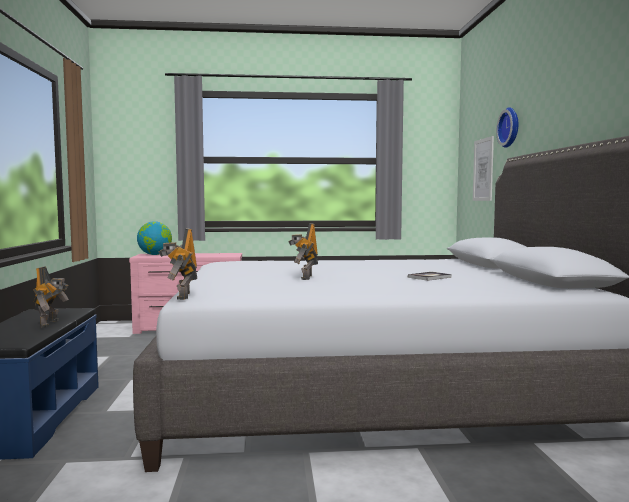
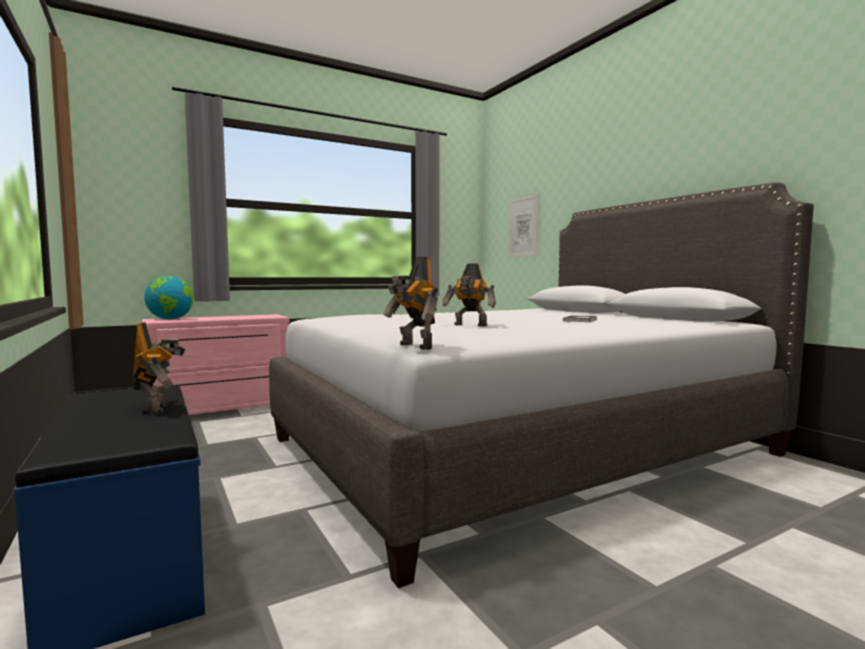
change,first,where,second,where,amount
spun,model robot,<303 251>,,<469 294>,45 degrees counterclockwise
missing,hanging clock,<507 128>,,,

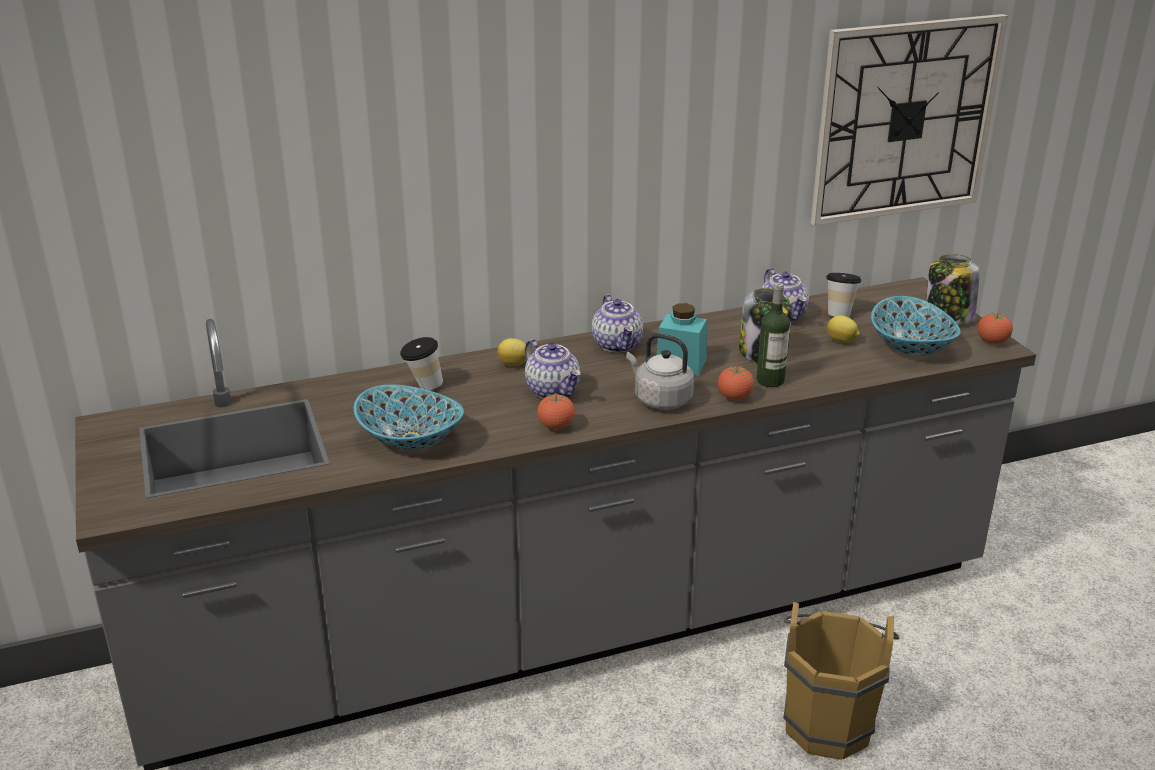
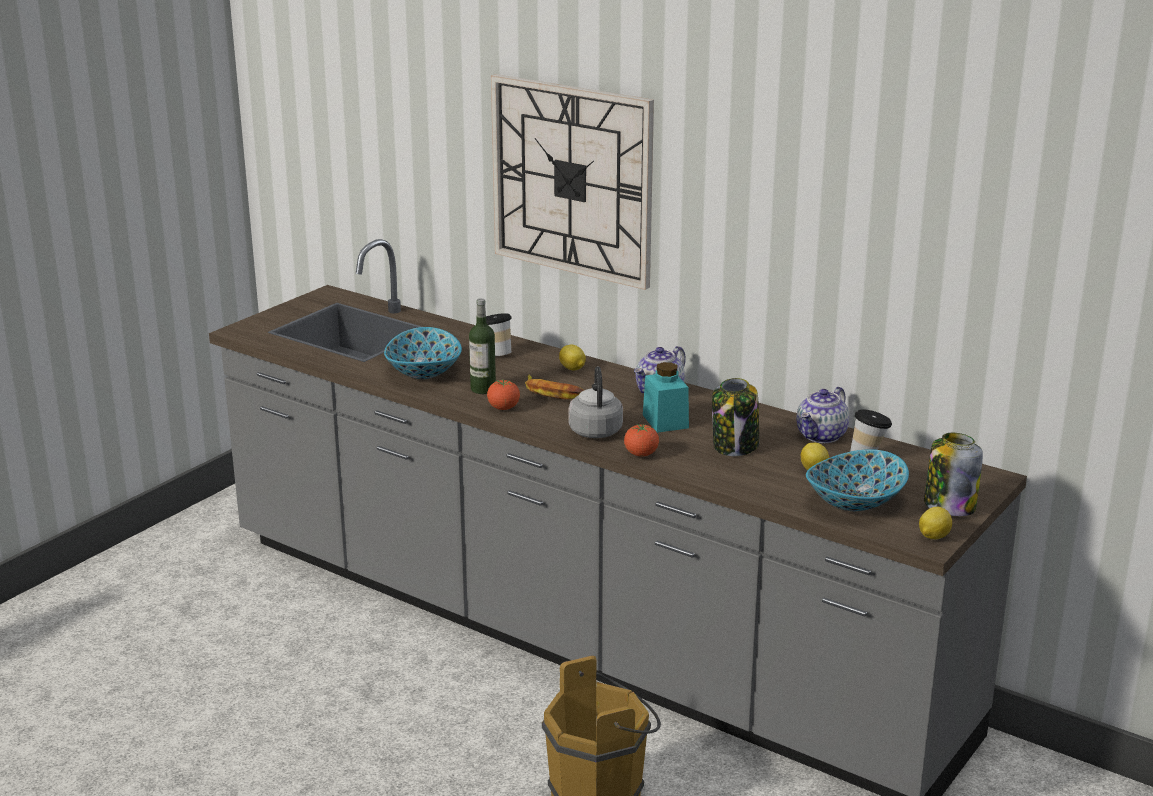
change,first,where,second,where,amount
exchanged,tea pot,<553 369>,whole banana,<554 387>,
relocated,beverage bottle,<773 334>,,<482 346>,
relocated,hanging clock,<909 120>,,<572 182>,
exchanged,fresh tomato,<995 328>,citrus fruit,<935 523>,

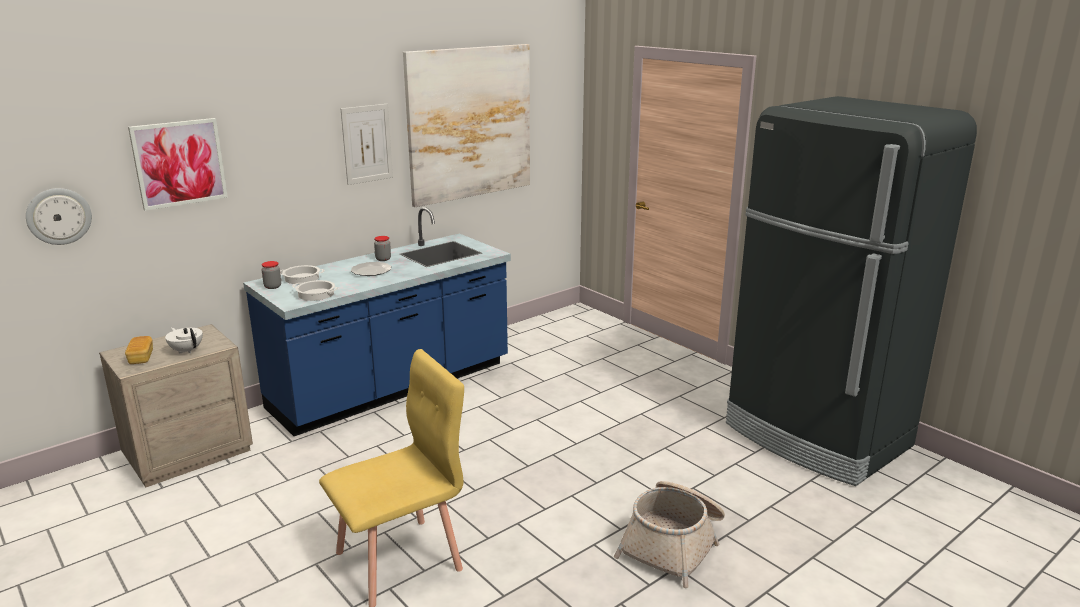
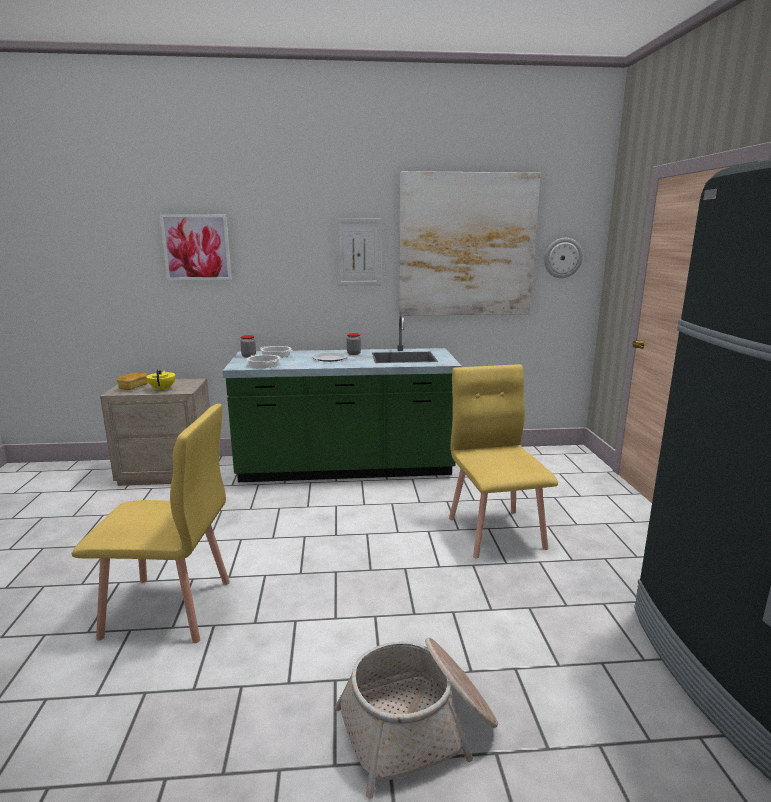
change,first,where,second,where,amount
relocated,hanging clock,<59 216>,,<563 258>,
colour,white tea pot,<184 340>,yellow tea pot,<161 380>,
colour,blue kitchen counter,<377 321>,green-coloured kitchen counter,<342 398>,
appeared,,,yellow chair,<503 461>,

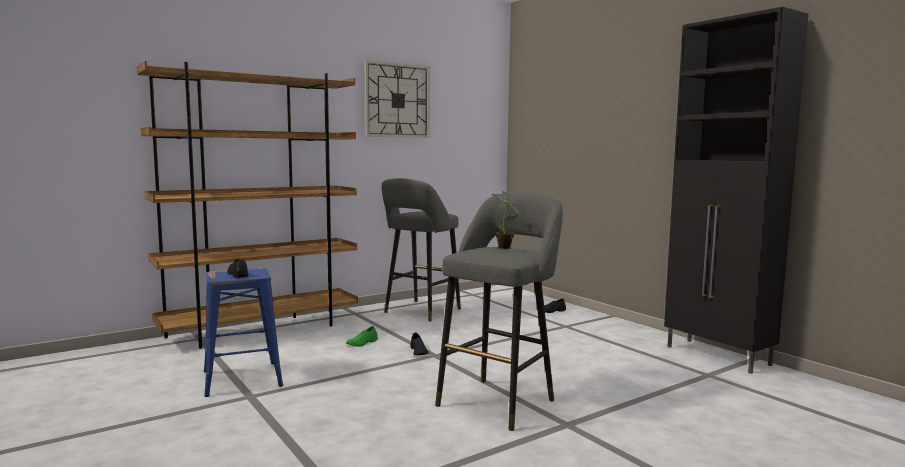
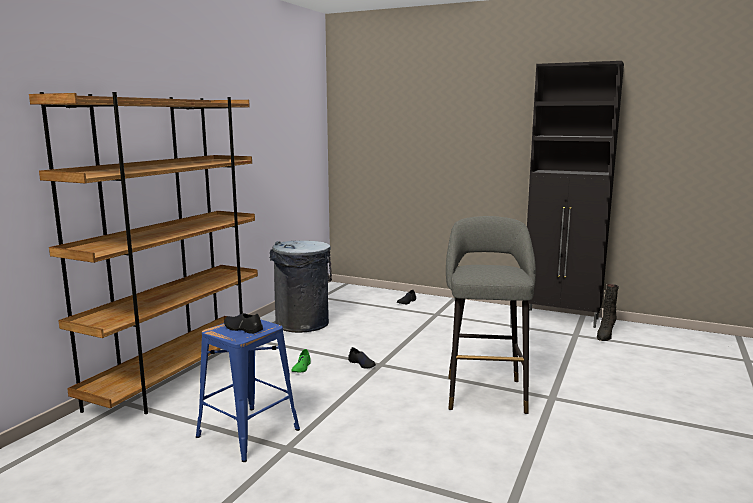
change,first,where,second,where,amount
missing,hanging clock,<397 99>,,,
exchanged,greyish sitting stool,<421 249>,greyish rubbish bin,<301 286>,
missing,potted plant,<506 220>,,,
appeared,,,black-coloured tall boot,<608 312>,

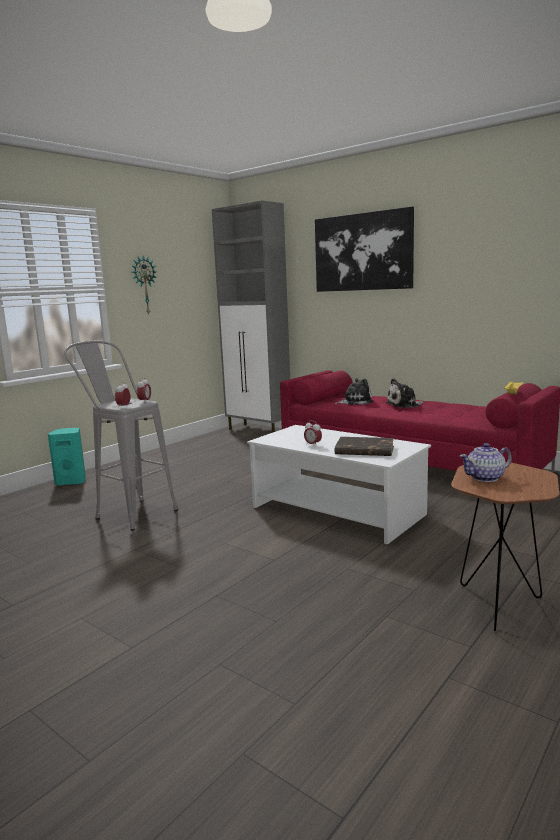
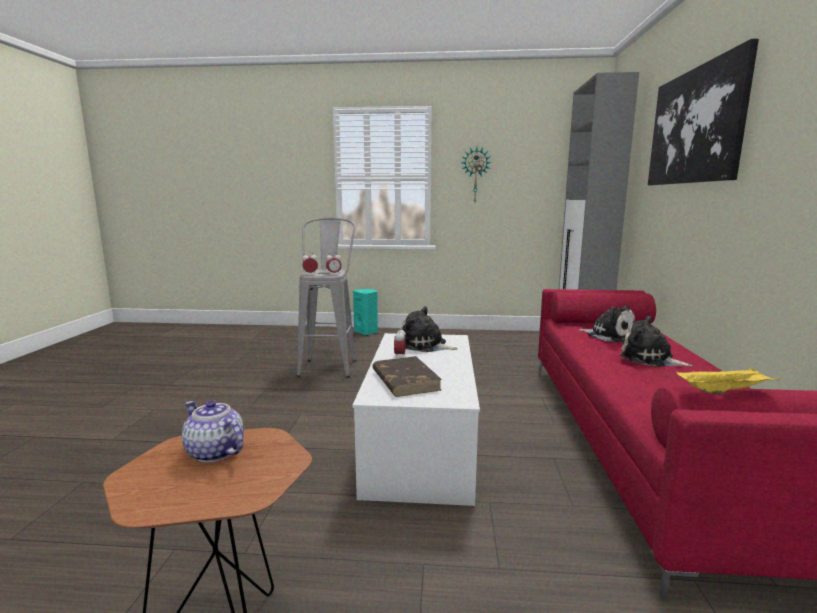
change,first,where,second,where,amount
appeared,,,soft toy,<429 329>,

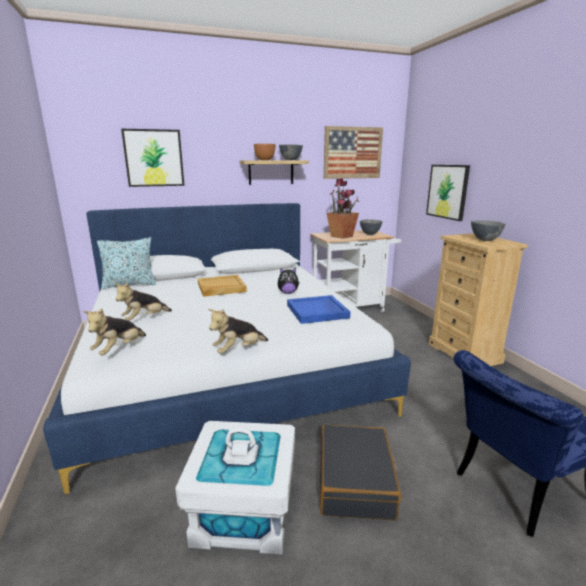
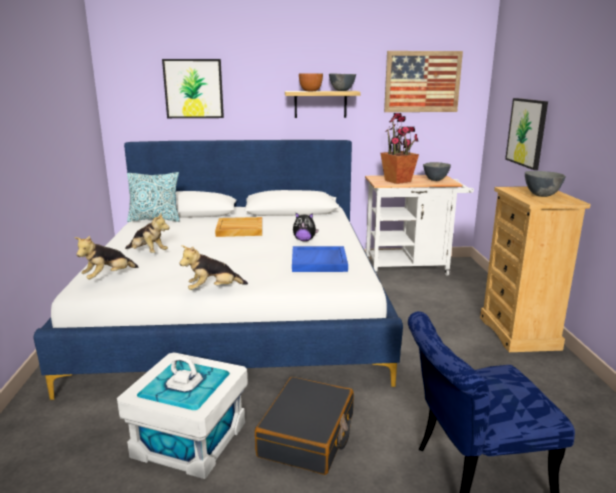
change,first,where,second,where,amount
spun,soft toy,<143 302>,,<147 232>,120 degrees counterclockwise

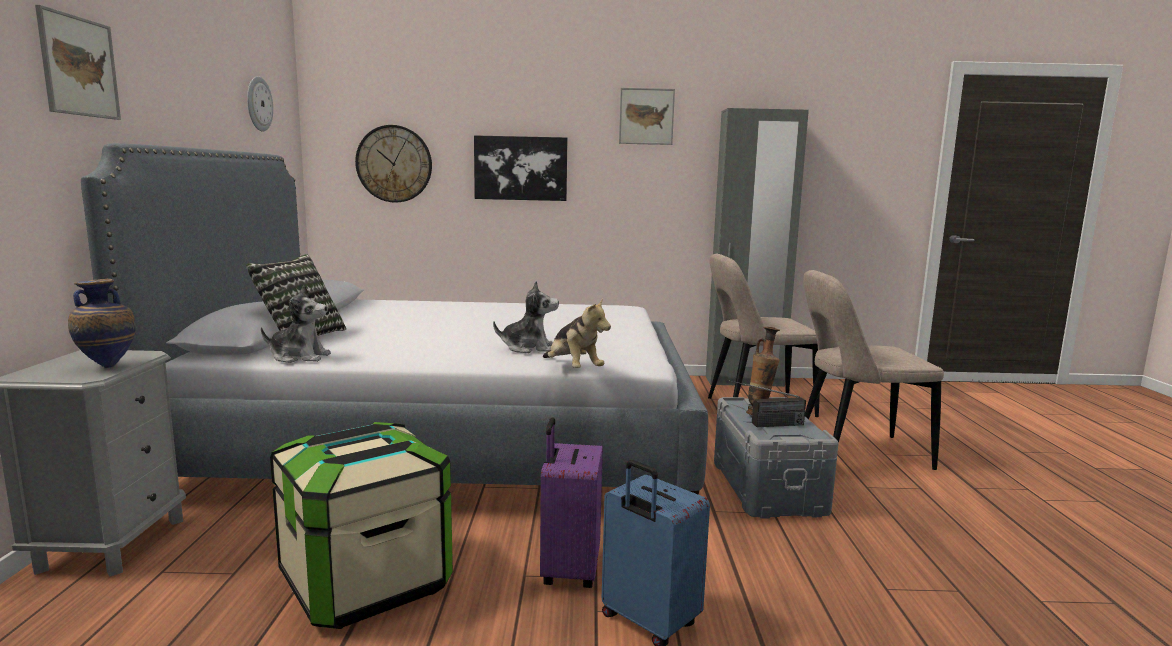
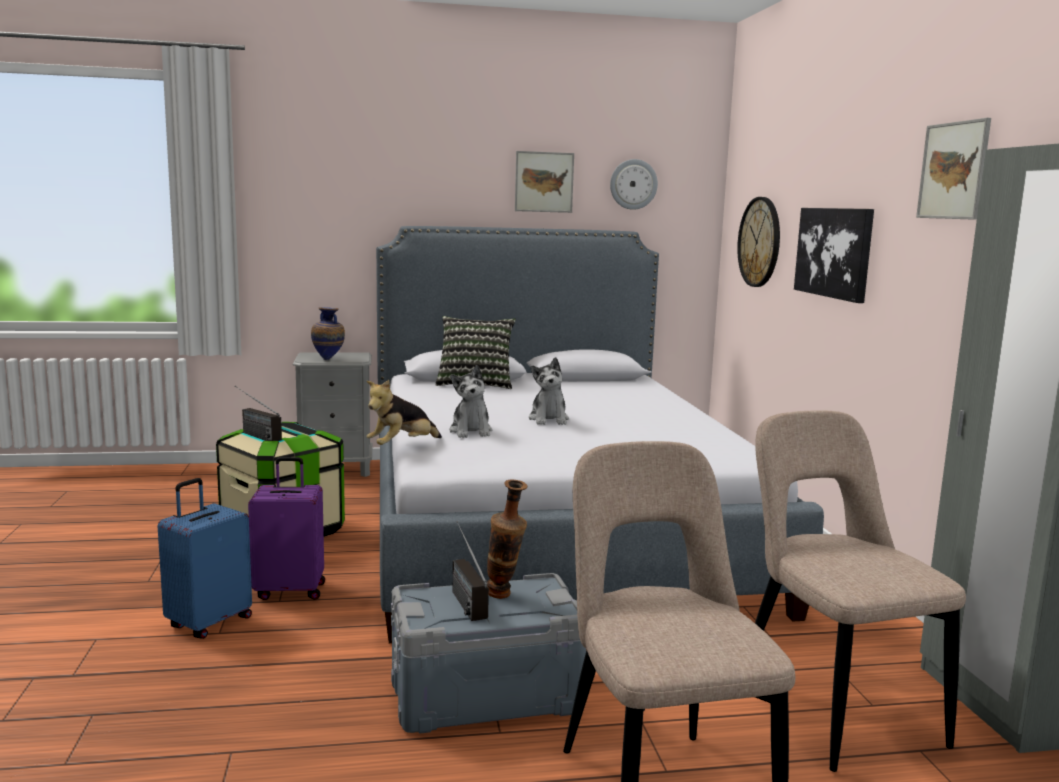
change,first,where,second,where,amount
relocated,wall art,<78 62>,,<544 182>,
relocated,soft toy,<296 324>,,<549 391>,
appeared,,,radio,<258 413>,

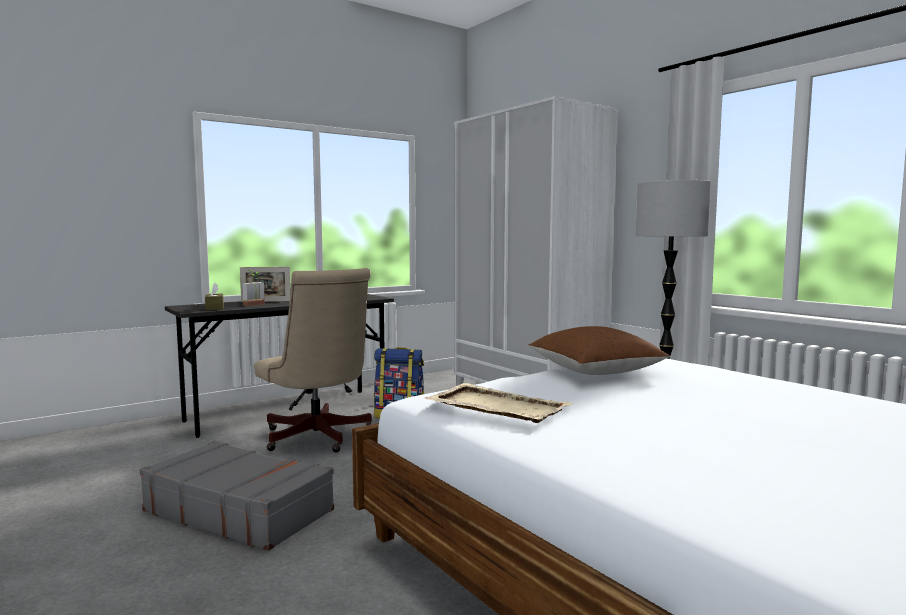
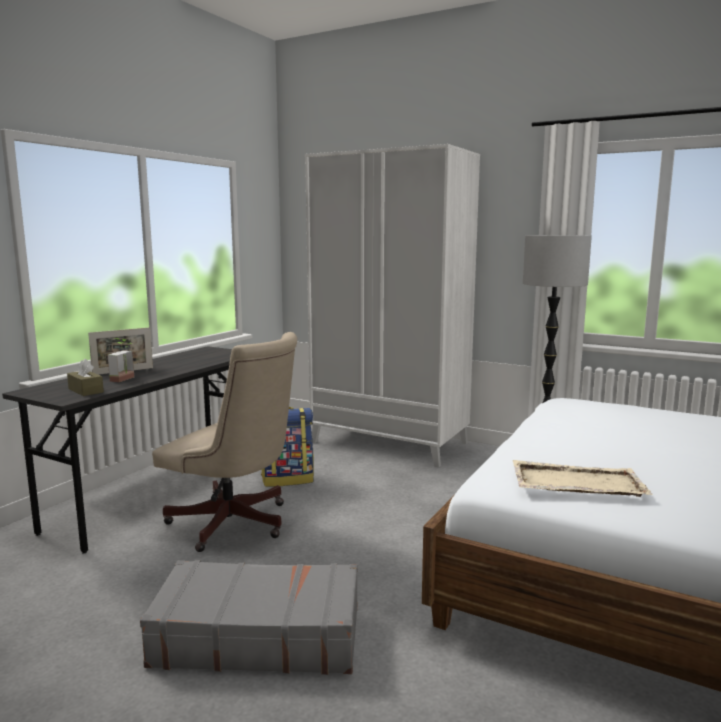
change,first,where,second,where,amount
missing,brownish pillow,<599 350>,,,

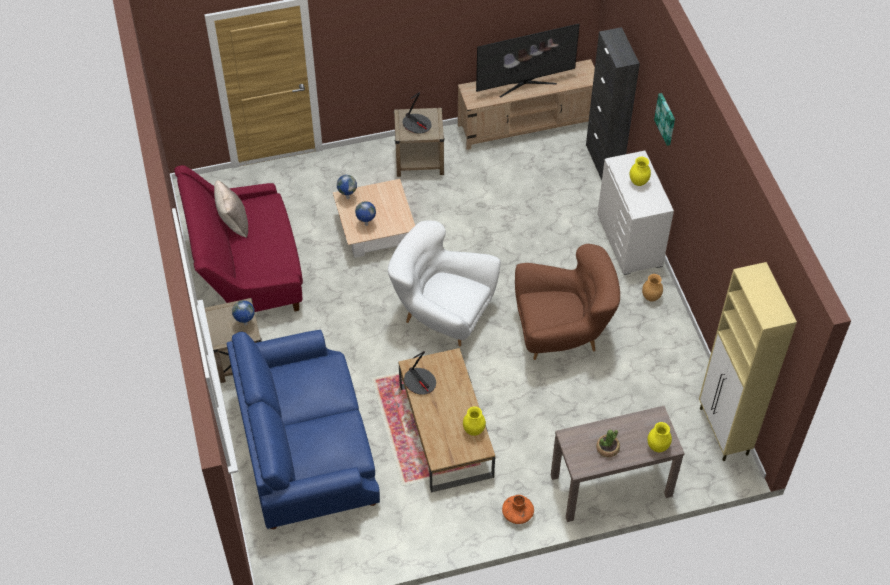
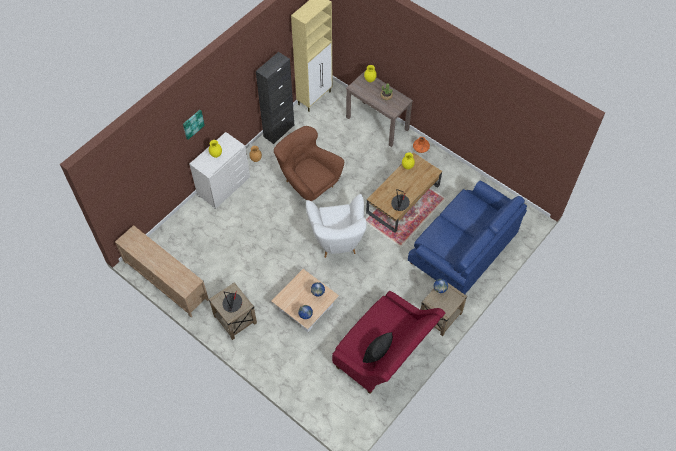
change,first,where,second,where,amount
colour,beige pillow,<231 209>,black-coloured pillow,<378 347>,
missing,TV,<528 61>,,,
relocated,black-coloured storage cabinet,<613 104>,,<275 98>,

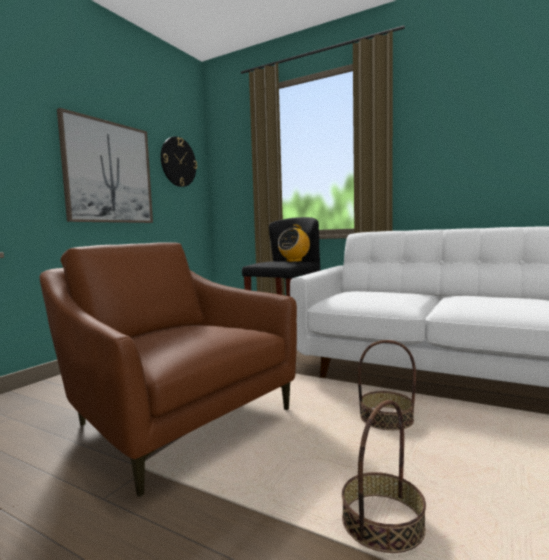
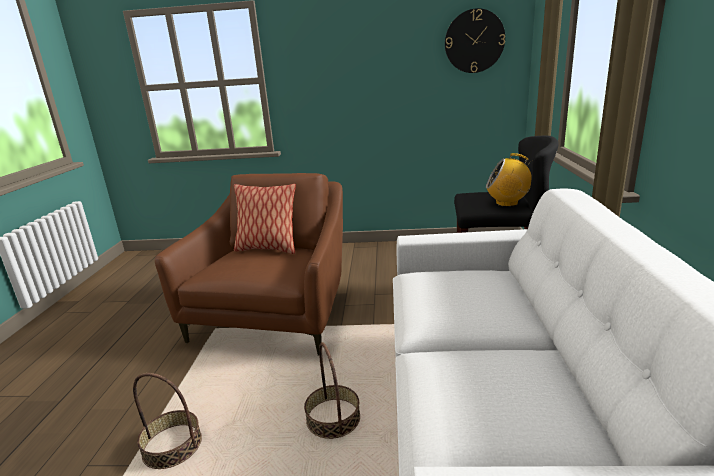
change,first,where,second,where,amount
missing,wall art,<105 165>,,,
appeared,,,pillow,<265 219>,

